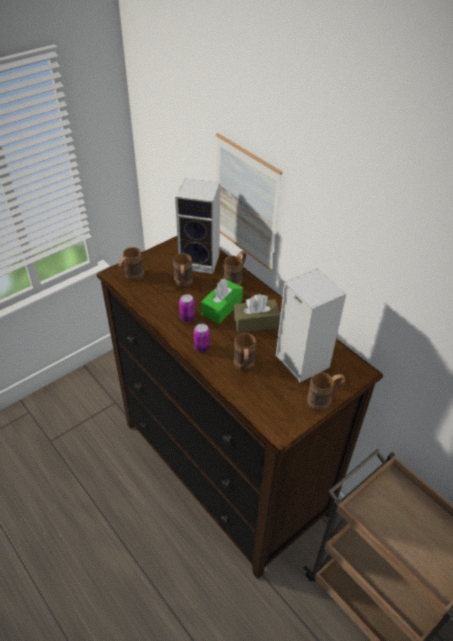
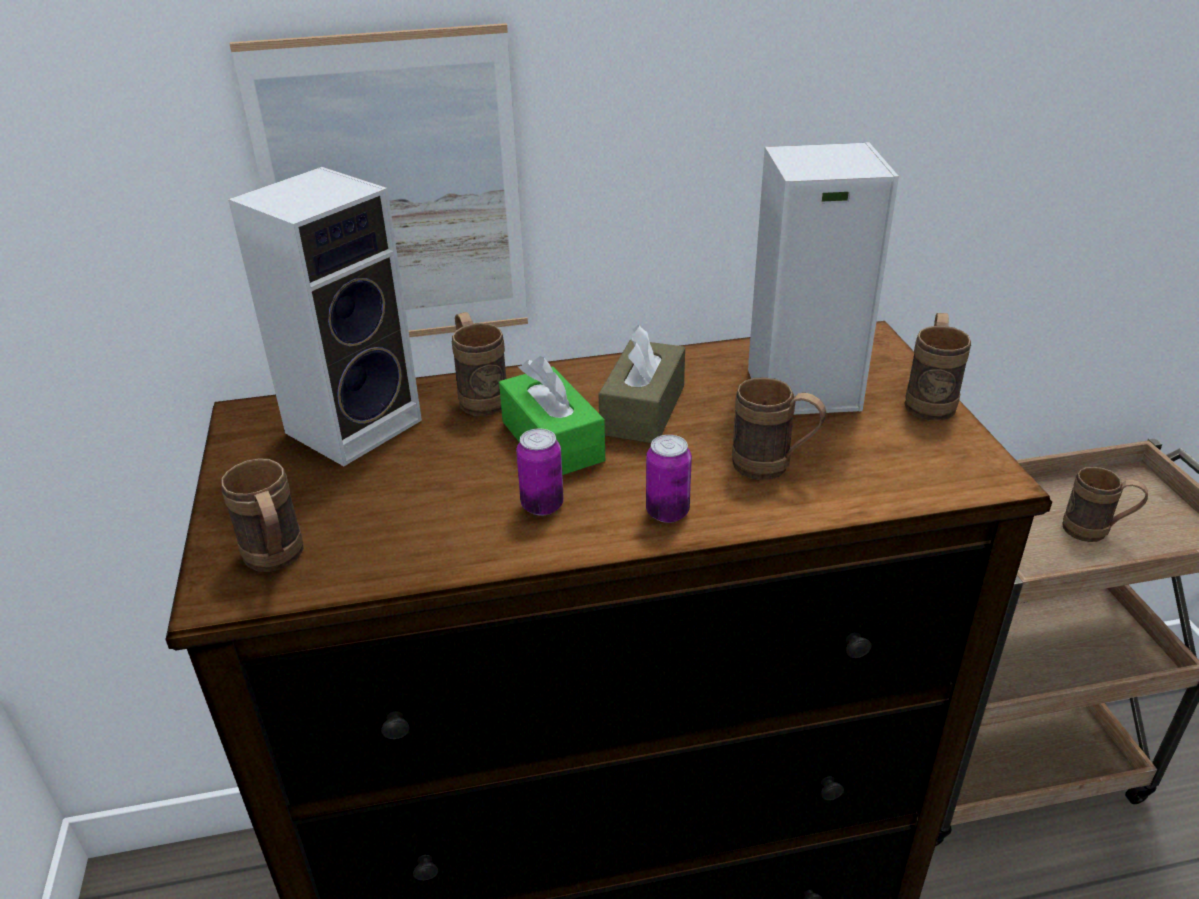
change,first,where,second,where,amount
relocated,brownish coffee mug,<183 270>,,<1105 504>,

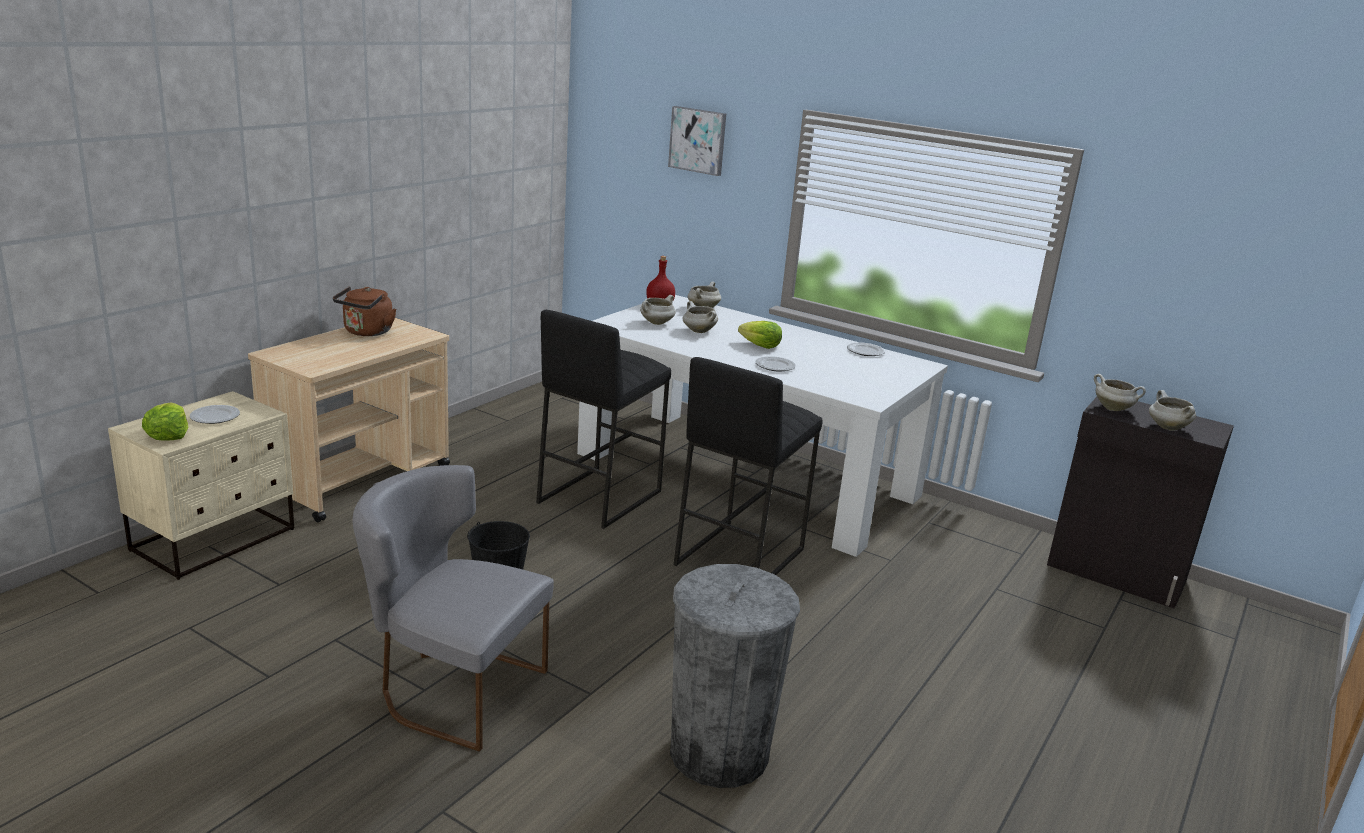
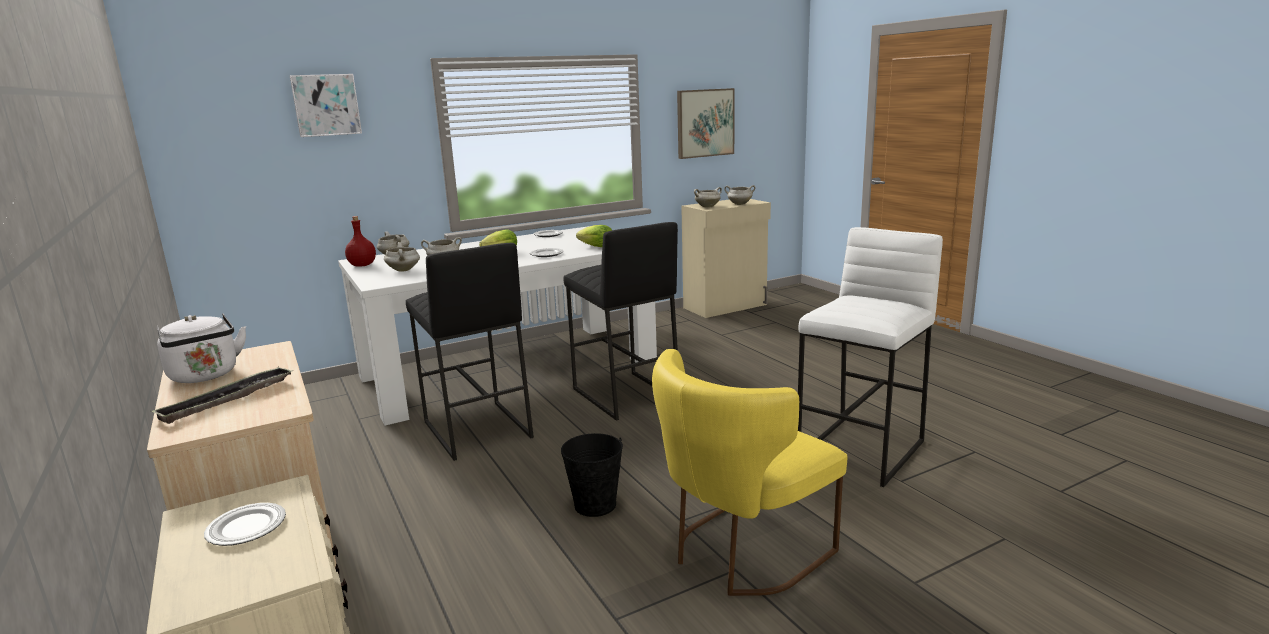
change,first,where,second,where,amount
relocated,lettuce head,<165 422>,,<594 236>,
colour,brownish tea kettle,<364 311>,white tea kettle,<201 348>,
colour,greyish chair,<453 608>,yellow chair,<750 472>,
exchanged,greyish rubbish bin,<735 676>,white sitting stool,<870 357>,
colour,black-coloured storage cabinet,<1140 502>,beige storage cabinet,<726 258>,
appeared,,,carrying tray,<221 395>,
appeared,,,wall art,<706 123>,

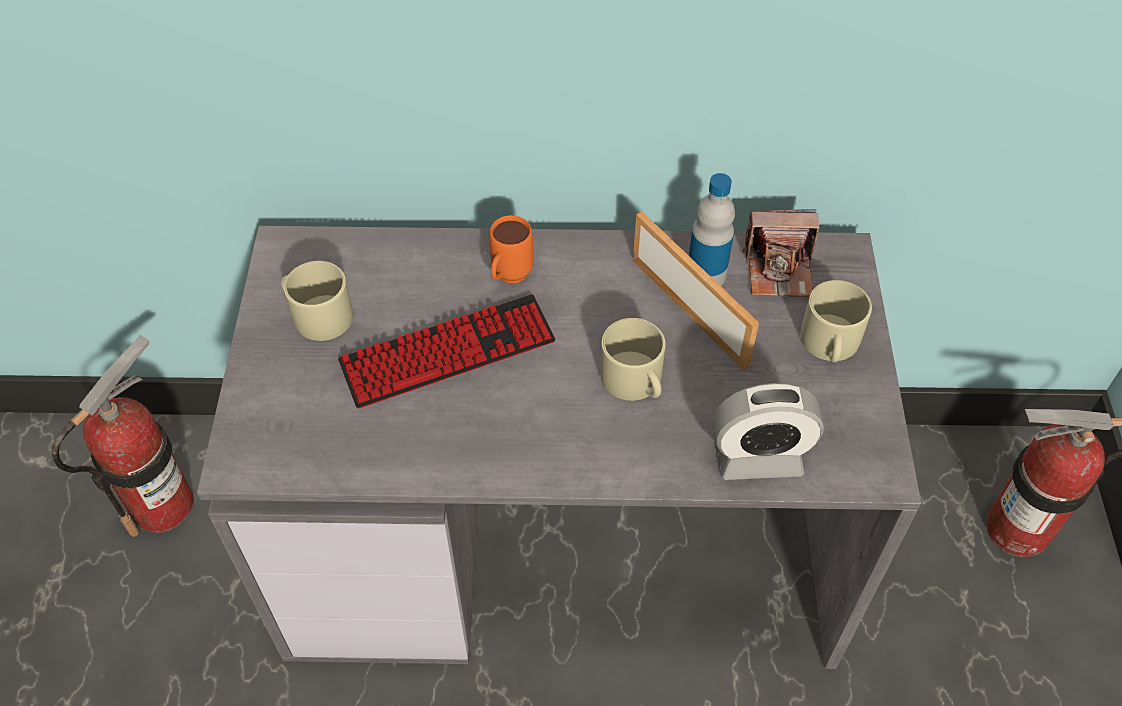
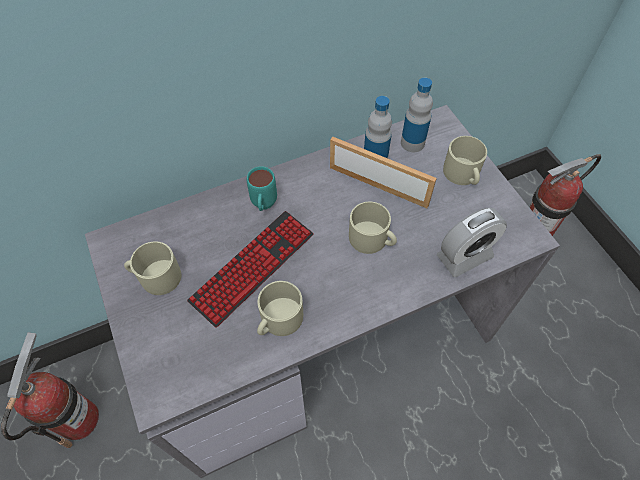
change,first,where,second,where,amount
colour,orange-coloured coffee mug,<511 249>,turquoise coffee mug,<262 188>,
exchanged,photo camera,<780 253>,beverage bottle,<417 115>,
appeared,,,beige coffee mug,<280 308>,

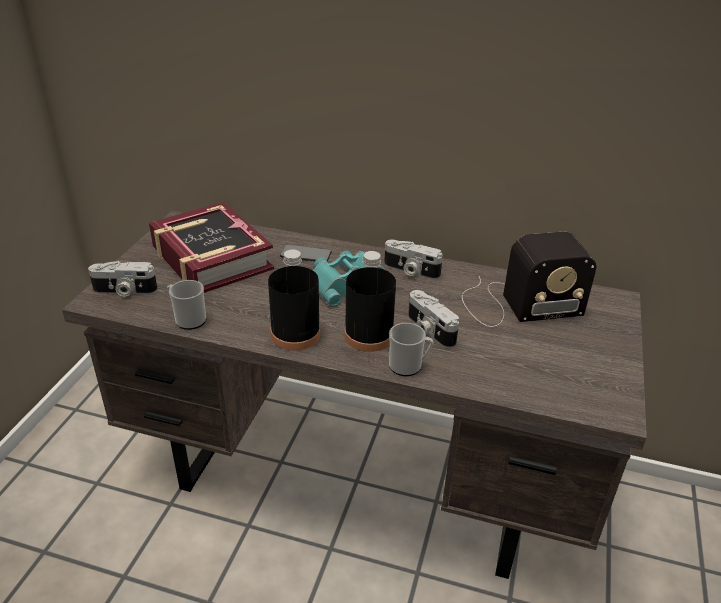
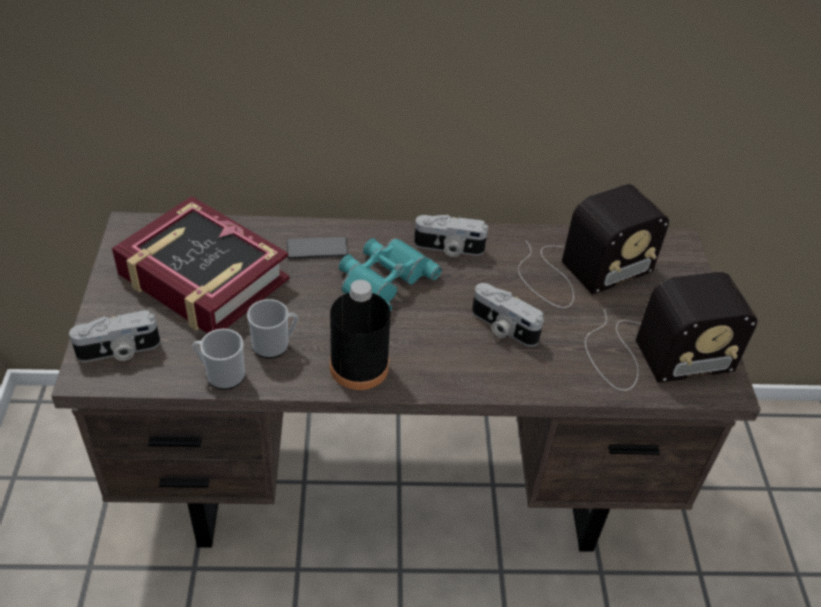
change,first,where,second,where,amount
missing,black-coloured beverage bottle,<370 301>,,,
relocated,coffee mug,<411 349>,,<272 328>,
appeared,,,radio,<671 331>,

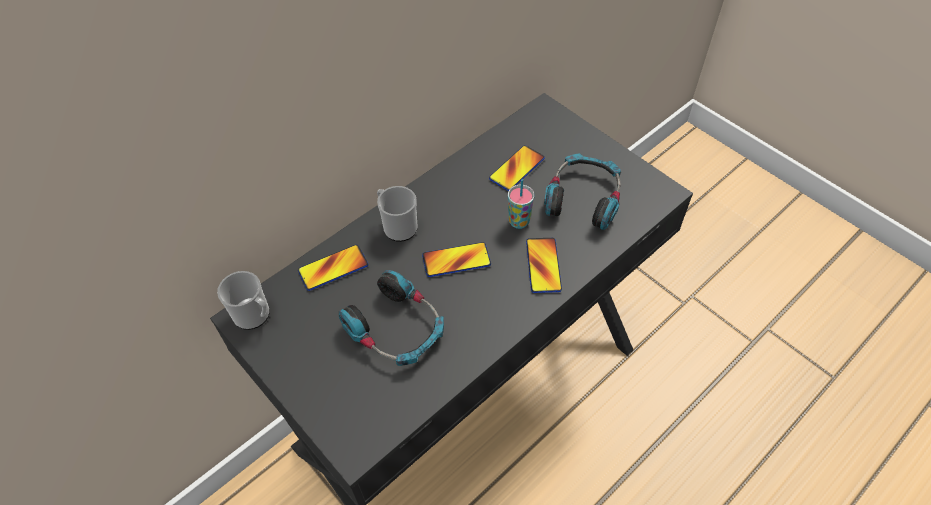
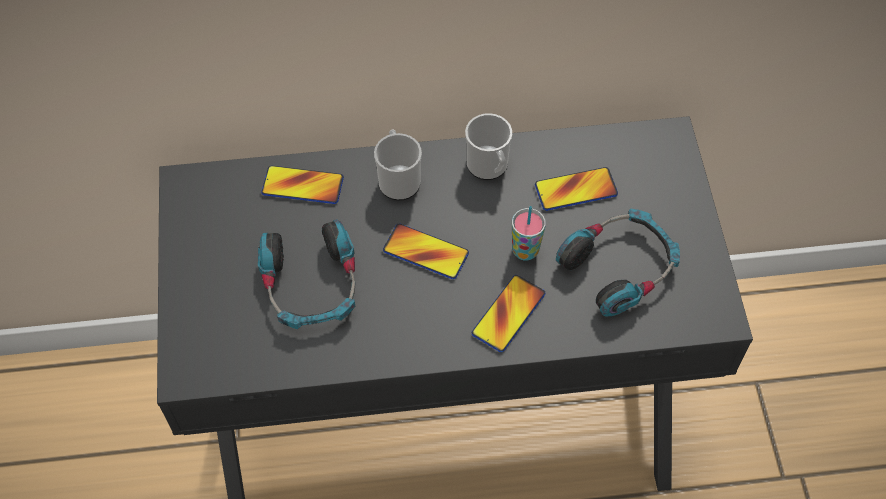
change,first,where,second,where,amount
relocated,coffee mug,<243 300>,,<488 146>,

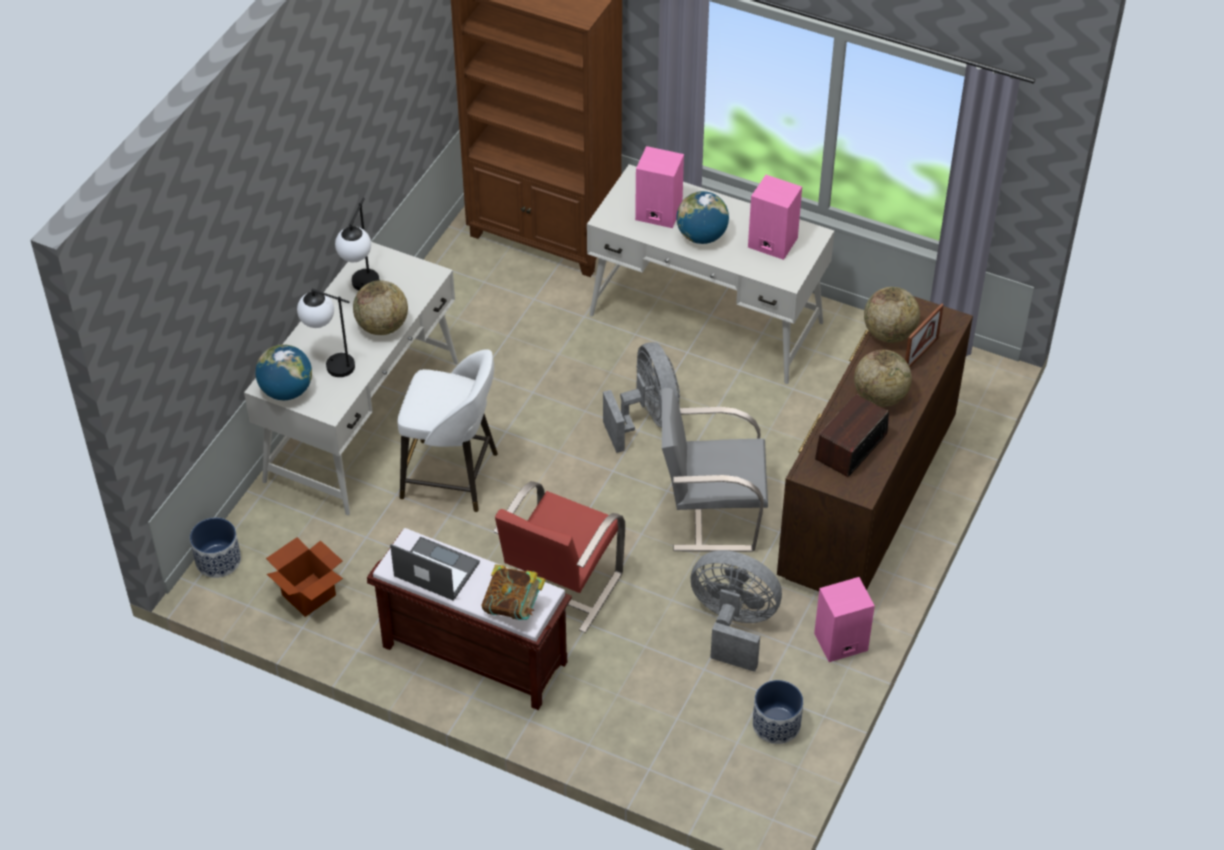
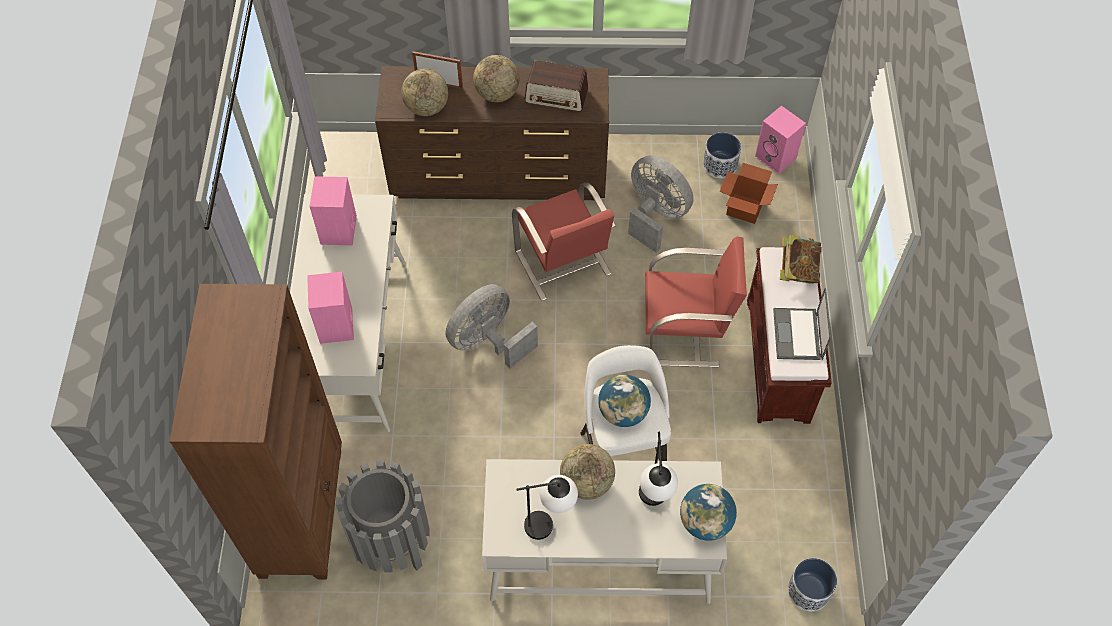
change,first,where,second,where,amount
relocated,cardboard box,<304 577>,,<748 193>,
colour,greyish chair,<714 470>,red chair,<564 242>,
relocated,globe,<702 217>,,<624 401>,
spun,greyish electric fan,<736 611>,,<660 203>,135 degrees clockwise
relocated,pinkish speaker,<844 619>,,<780 140>,
appeared,,,greyish rubbish bin,<383 516>,

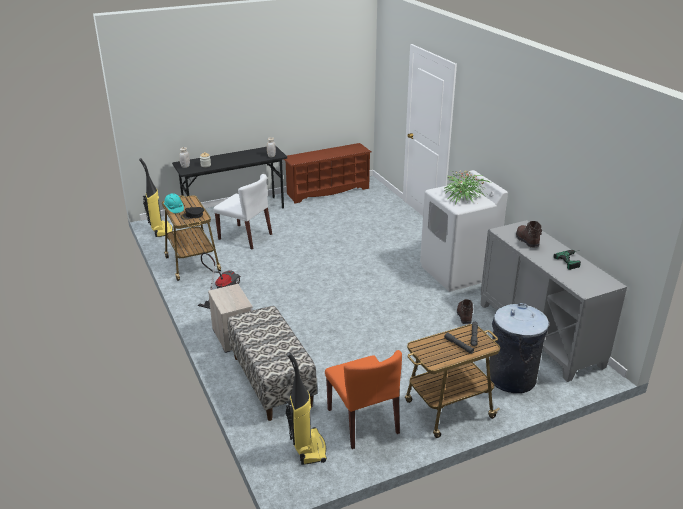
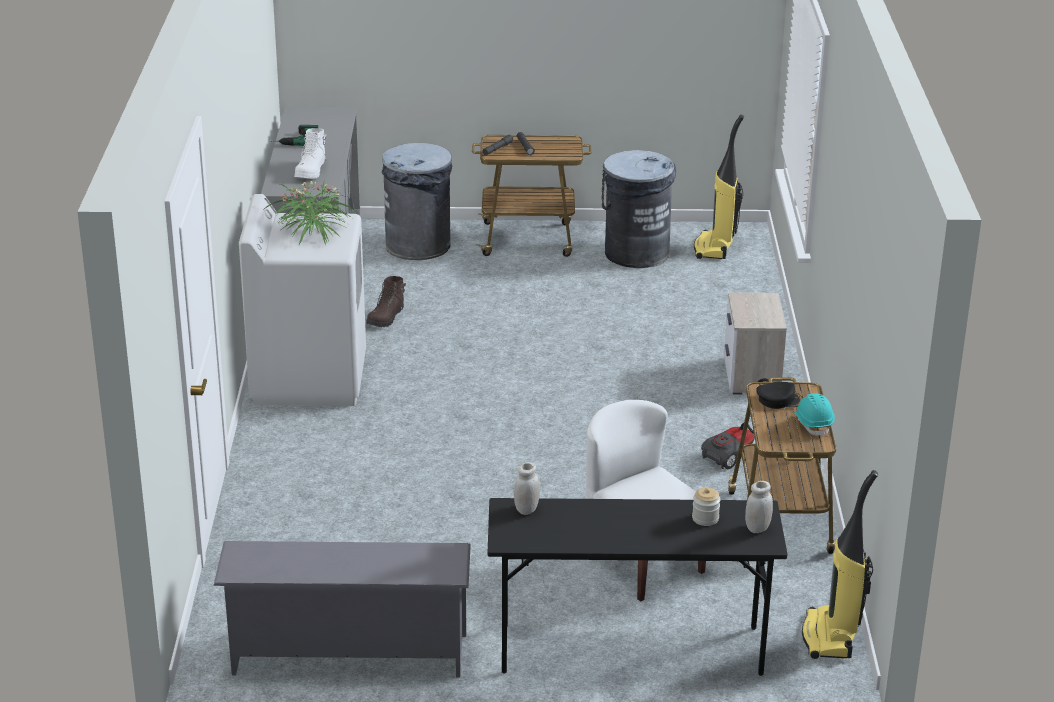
change,first,where,second,where,amount
missing,bench,<272 363>,,,
colour,brownish shoe shelf,<327 173>,greyish shoe shelf,<342 609>,
exchanged,orange-coloured chair,<363 399>,greyish rubbish bin,<638 209>,
colour,brownish tall boot,<529 234>,white tall boot,<310 153>,

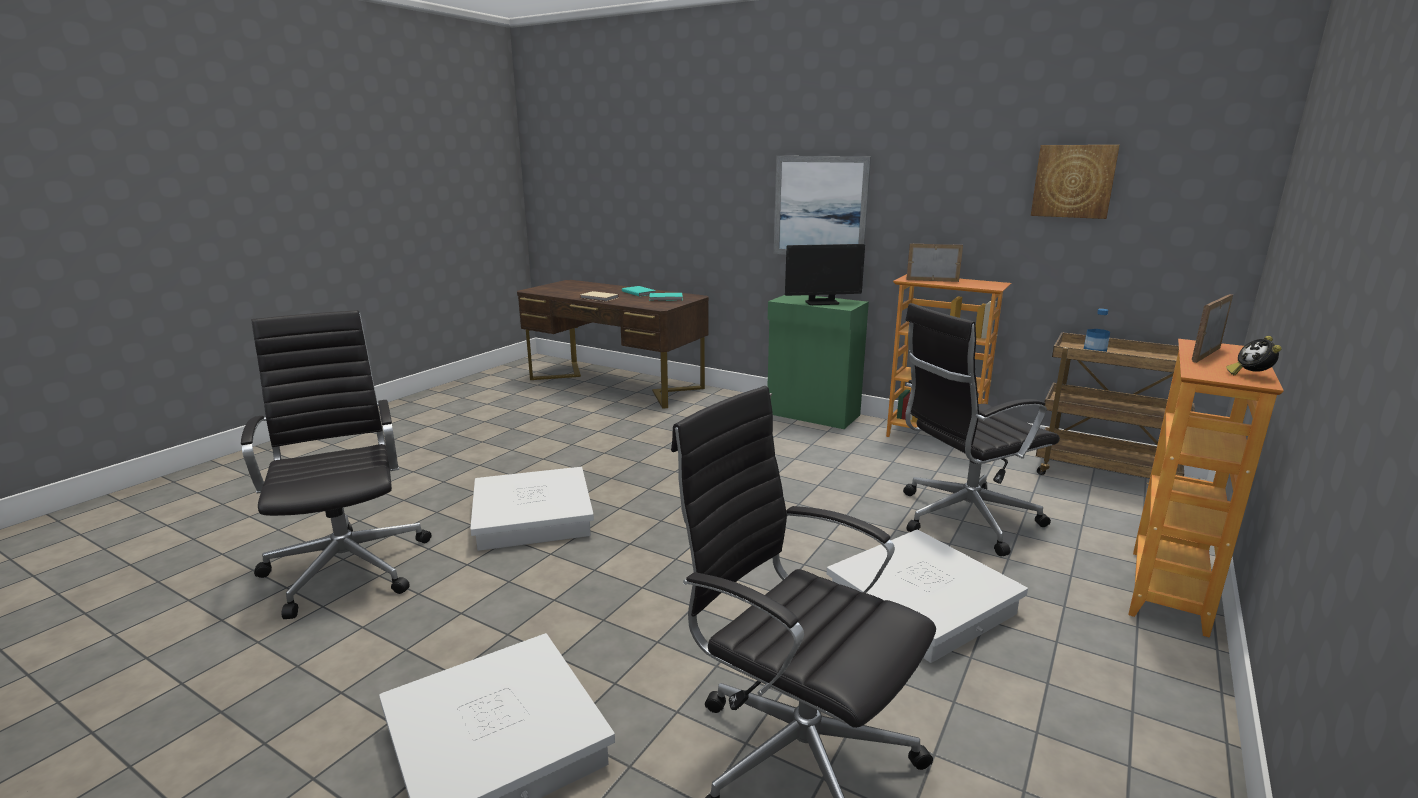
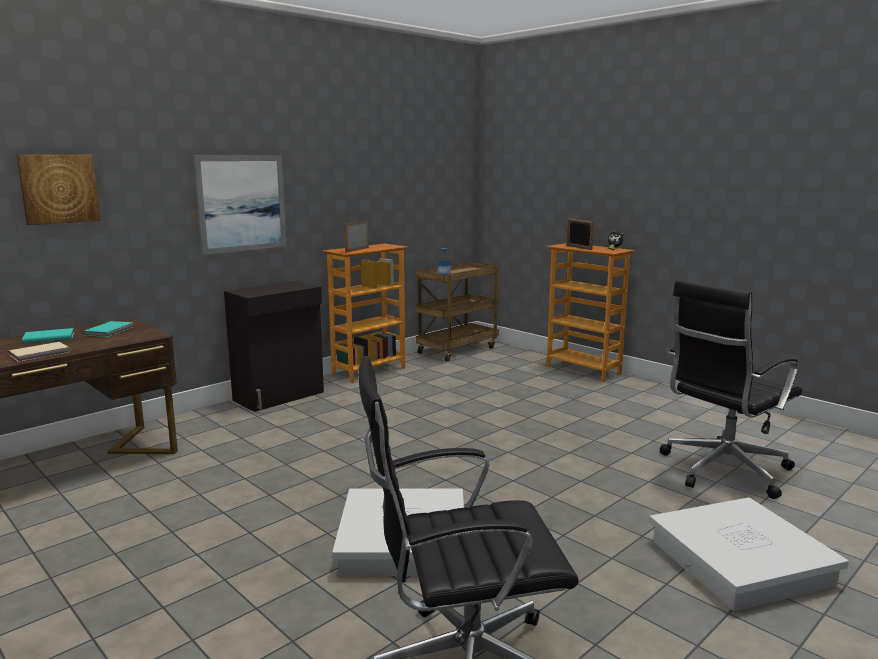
change,first,where,second,where,amount
colour,green-coloured storage cabinet,<818 362>,black-coloured storage cabinet,<274 346>,
missing,computer screen,<825 274>,,,
missing,white storage bin,<927 596>,,,
missing,black-coloured office chair,<981 429>,,,
relocated,wall art,<1075 182>,,<59 190>,

